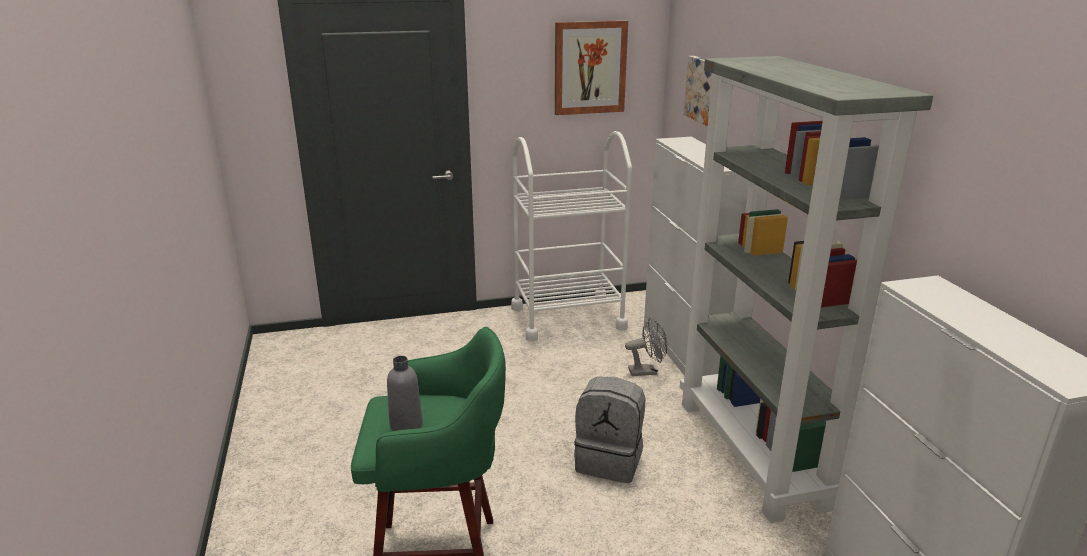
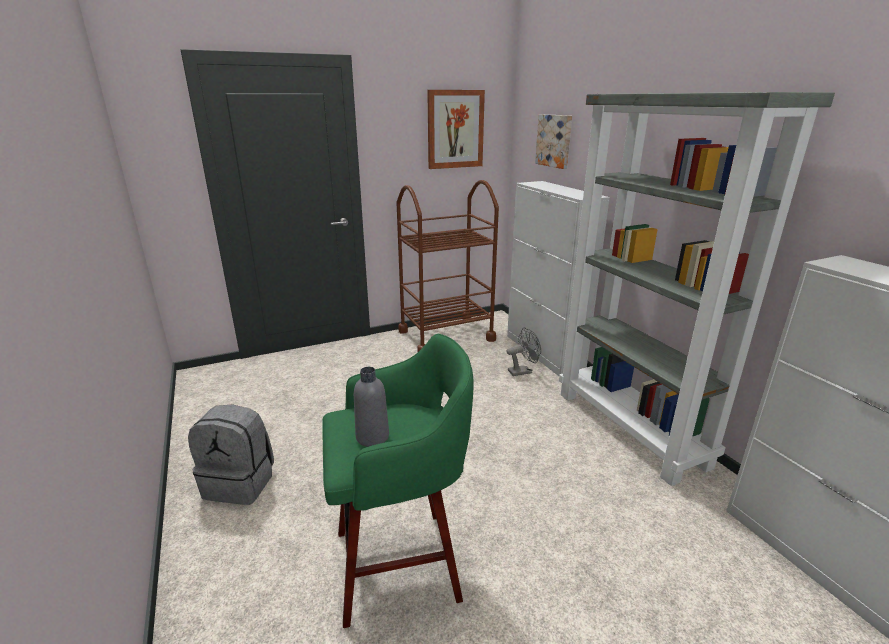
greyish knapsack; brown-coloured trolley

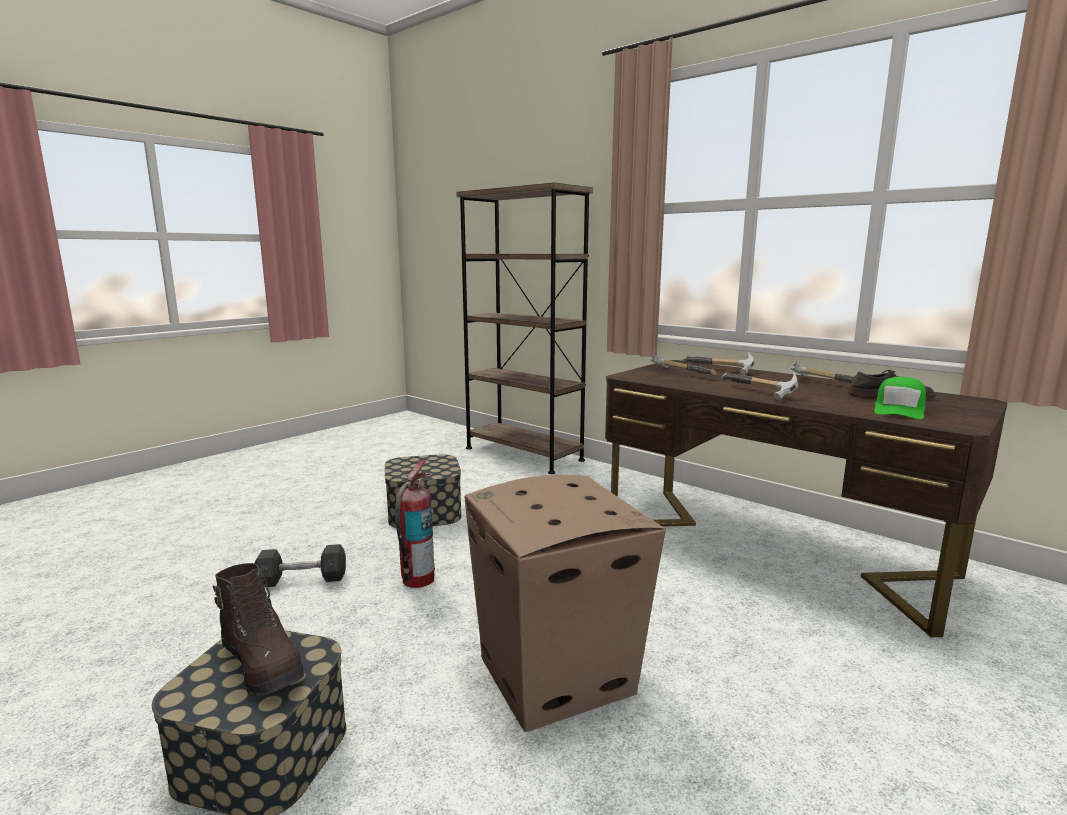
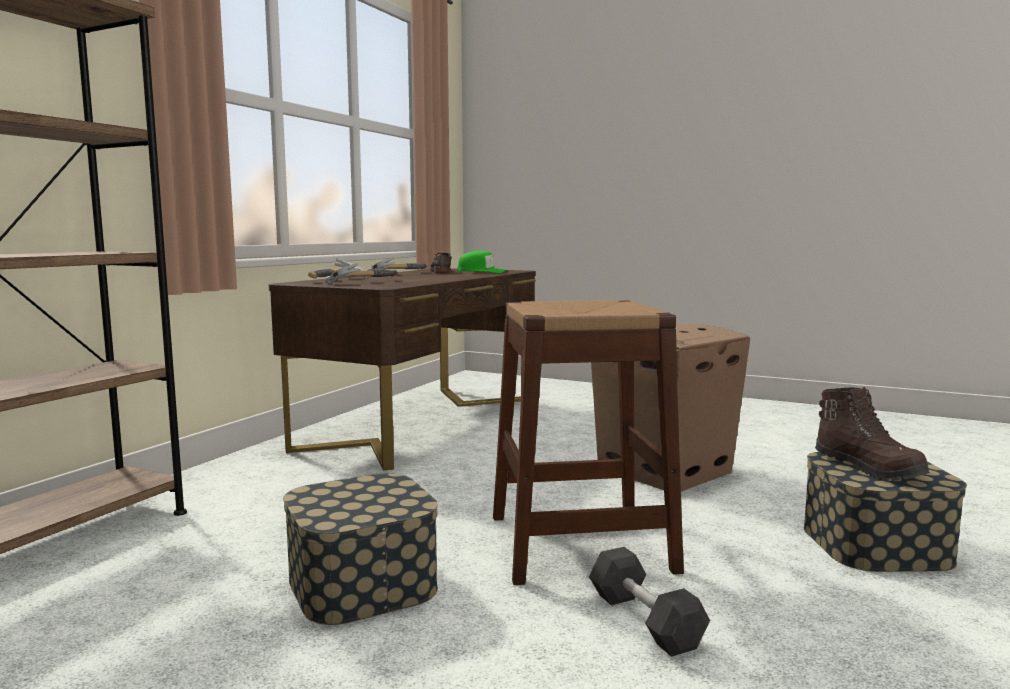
brown-coloured sitting stool; brown-coloured boot; hammer (3rd from left in the first image)

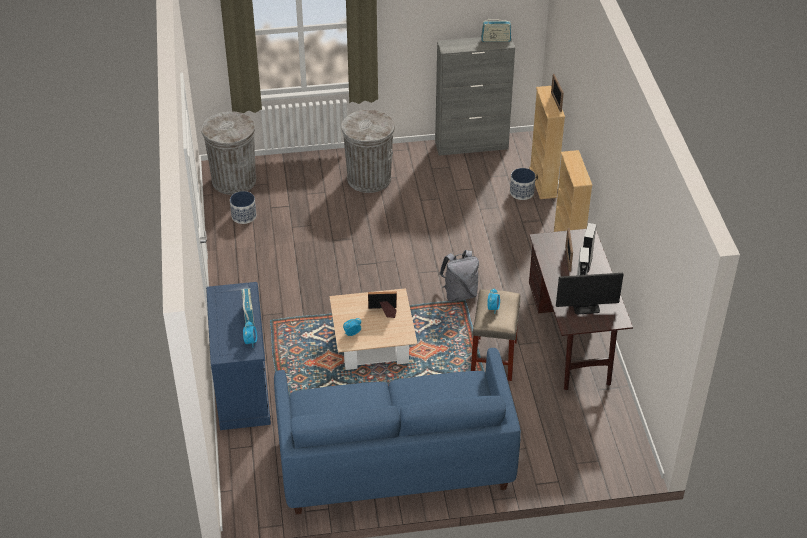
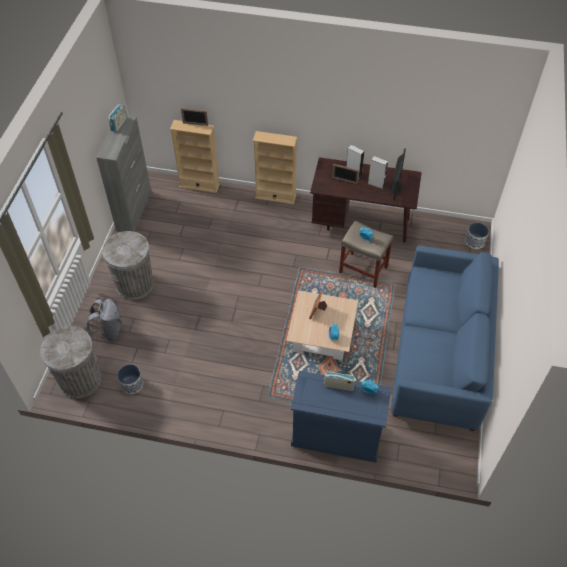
greyish knapsack; plant pot (2nd from left)

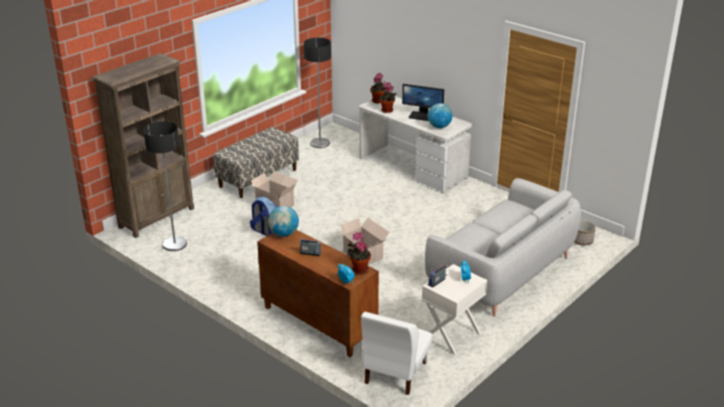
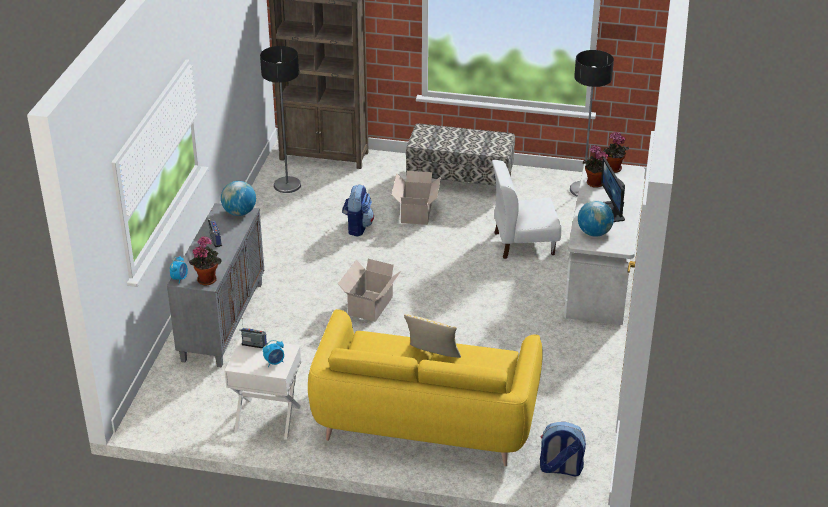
greyish cabinet; yellow sofa; pillow; whitish chair; knapsack (2nd from left)

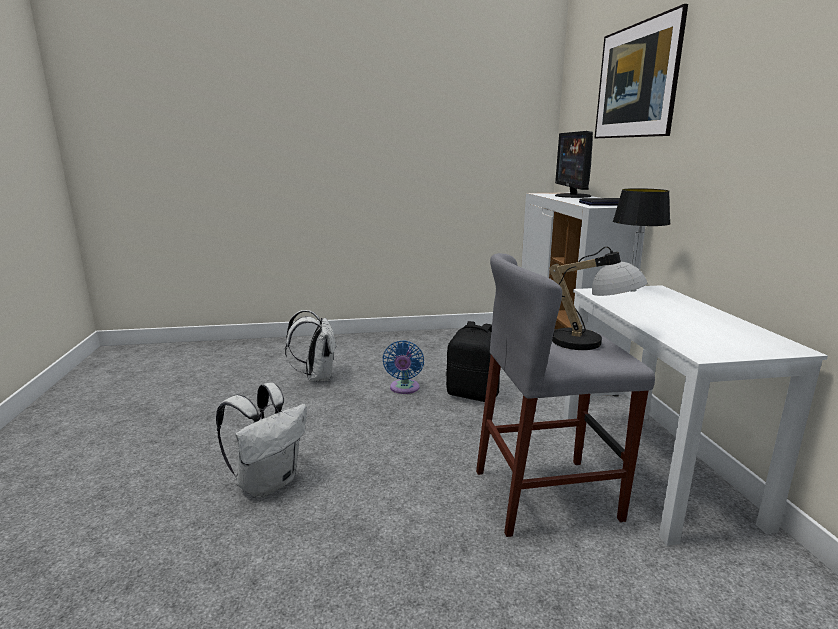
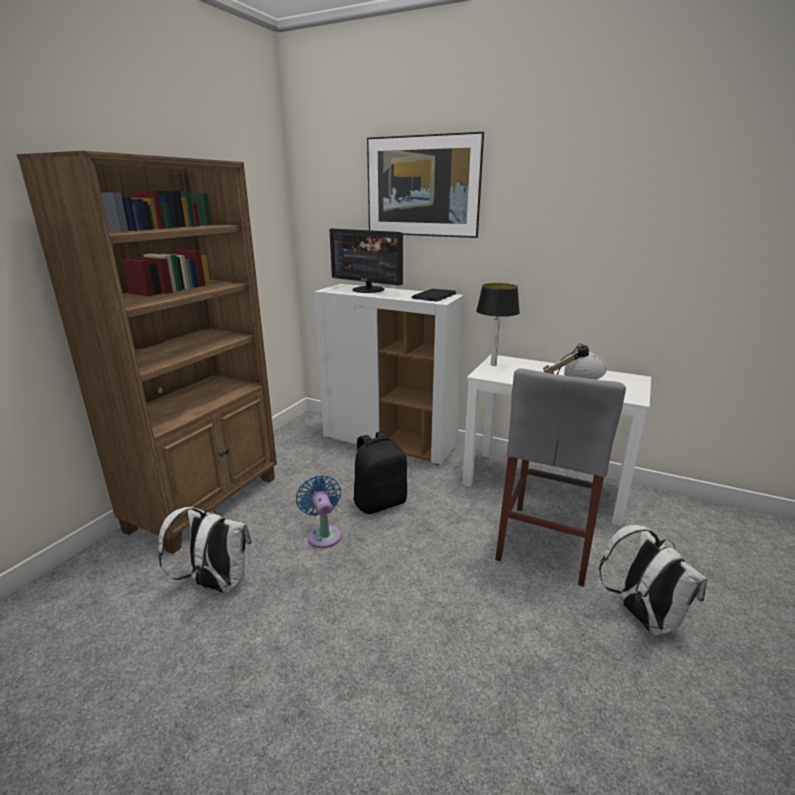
brown-coloured bookcase; bluish fan; whitish knapsack (2nd from left)

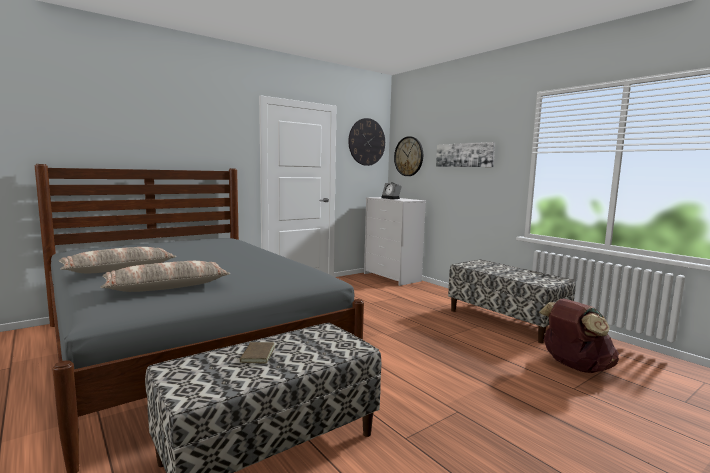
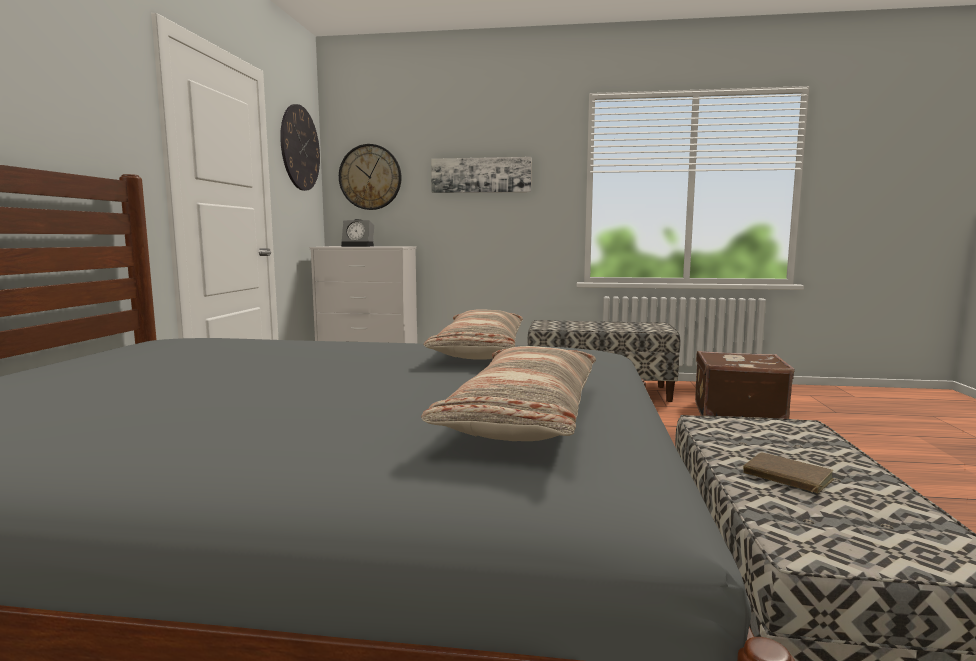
pillow (1st from left); brown-coloured piece of luggage

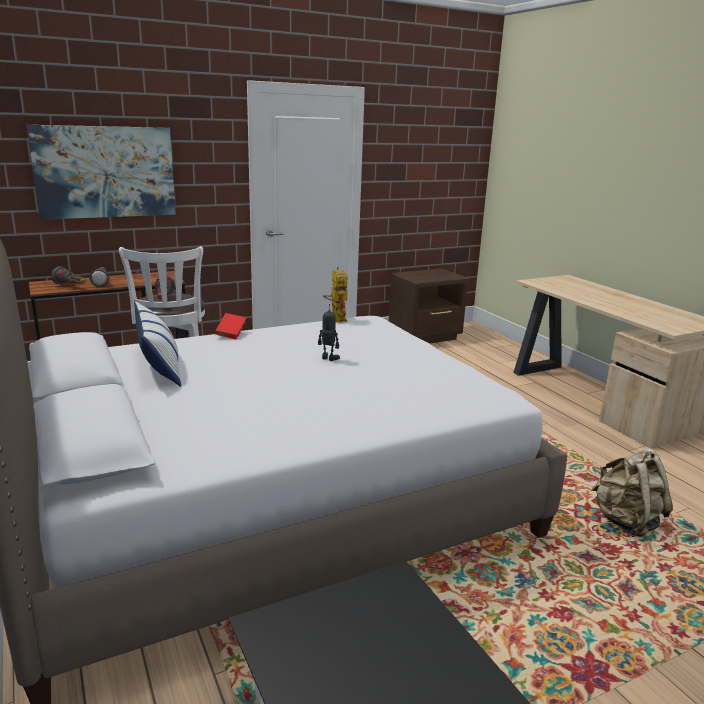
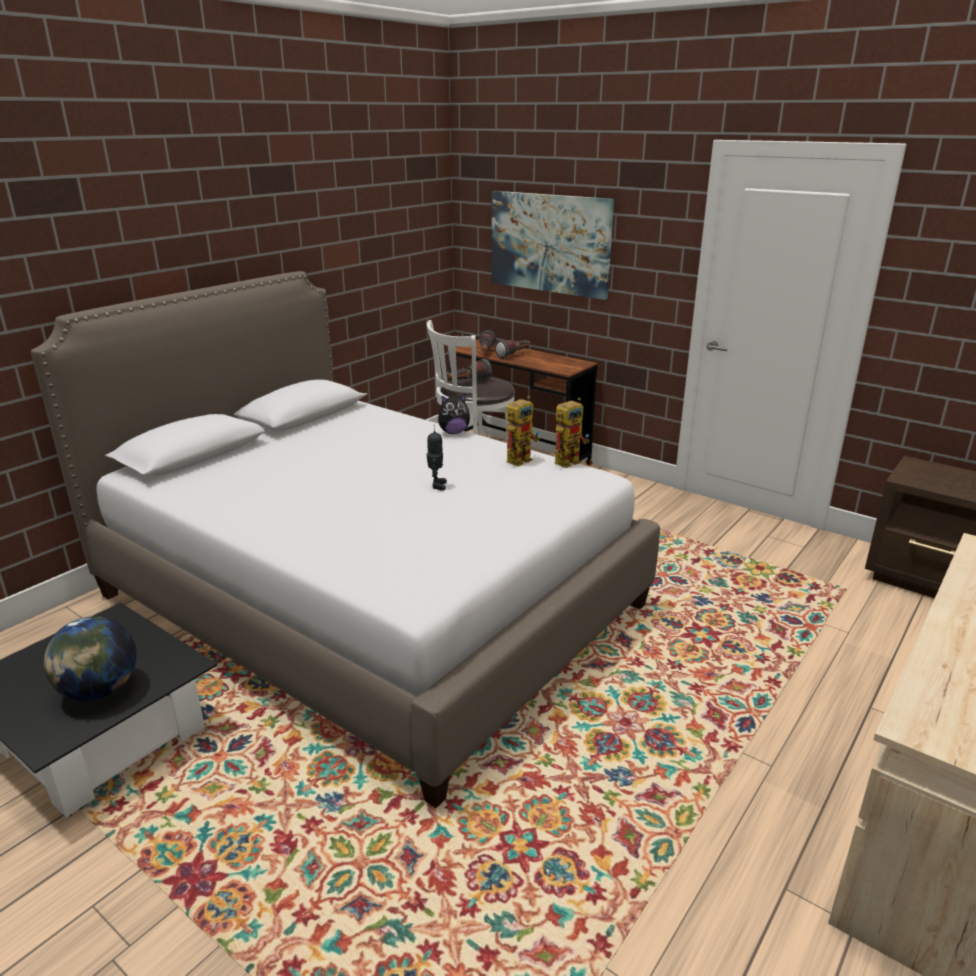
globe; plush toy; model robot (2nd from left); pillow; beige-coloured knapsack

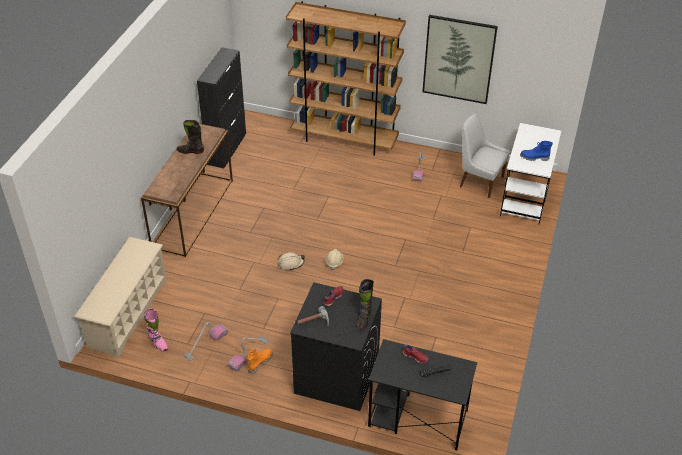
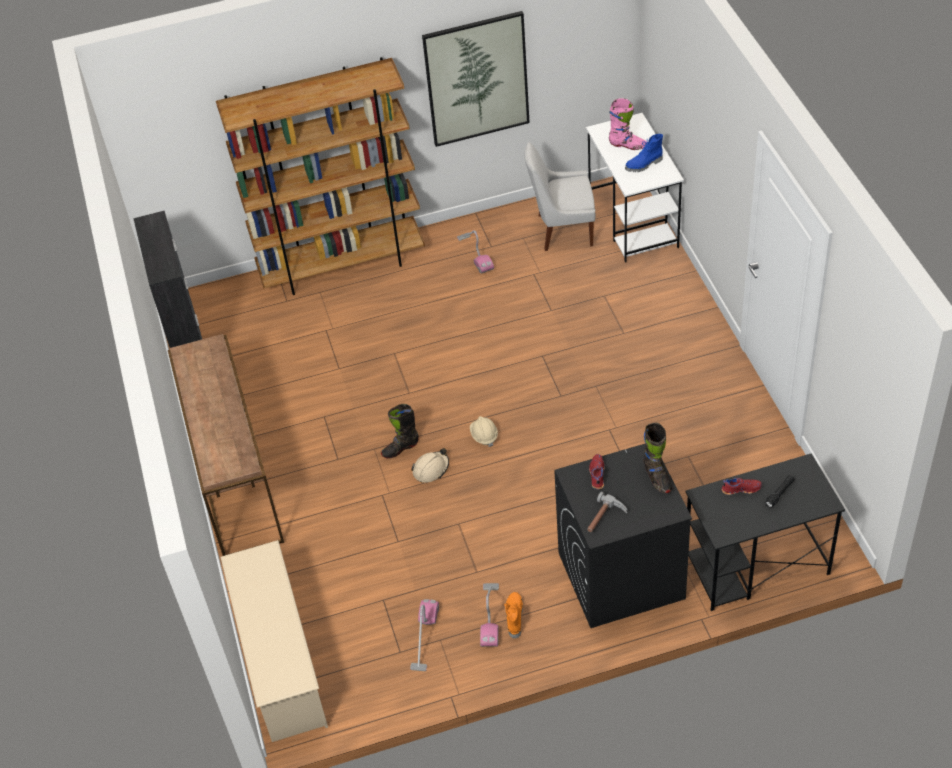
blackish boot (1st from left); pink boot

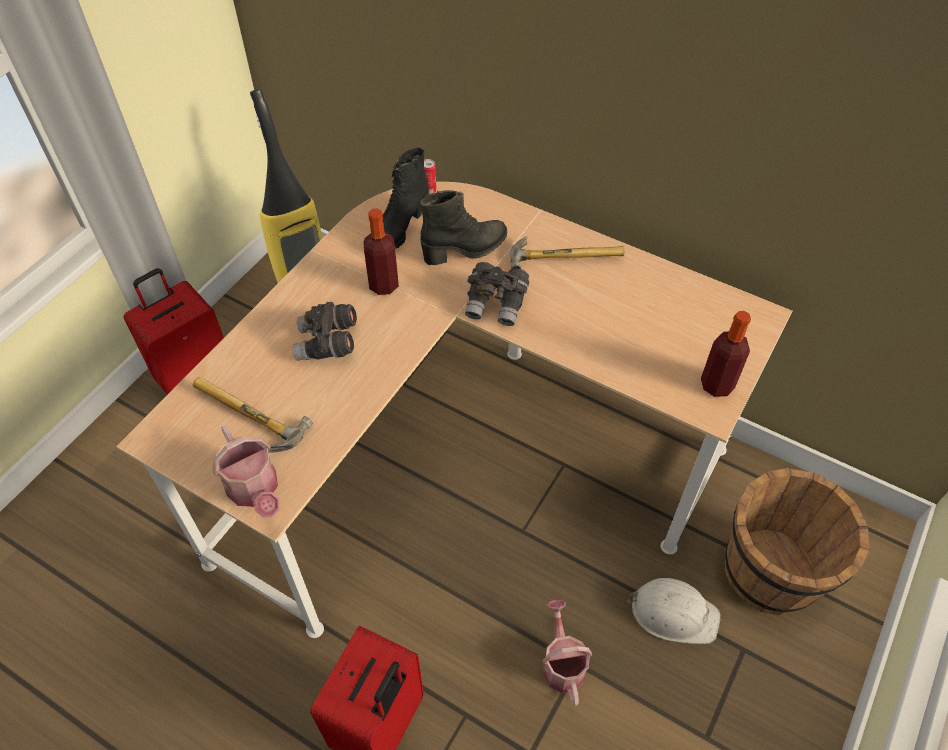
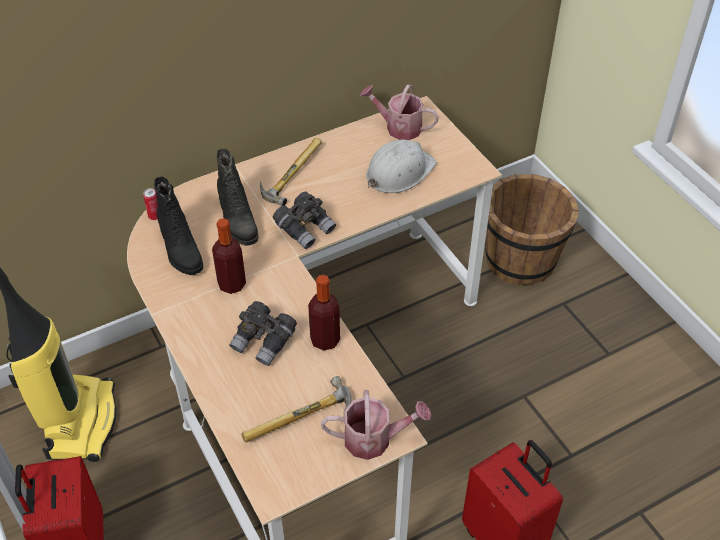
blackish boot (2nd from left); bottle (2nd from left); watering can (2nd from left); whitish hard hat

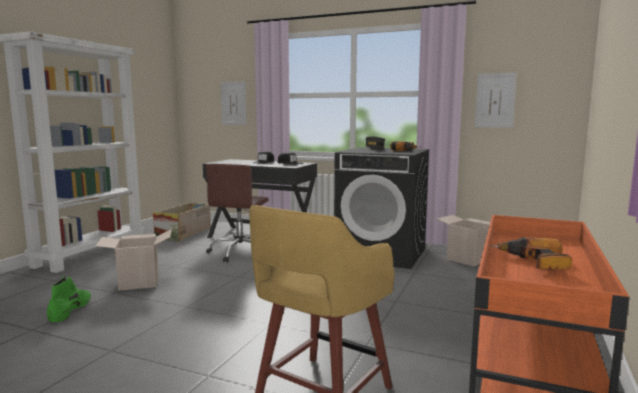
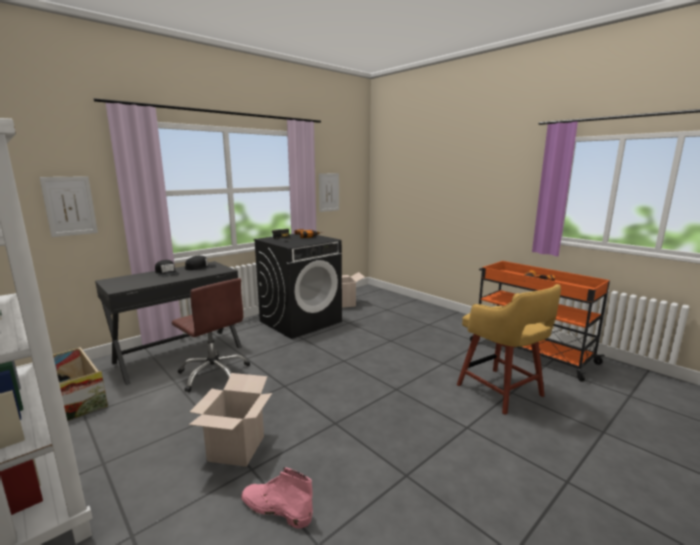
pink boot

